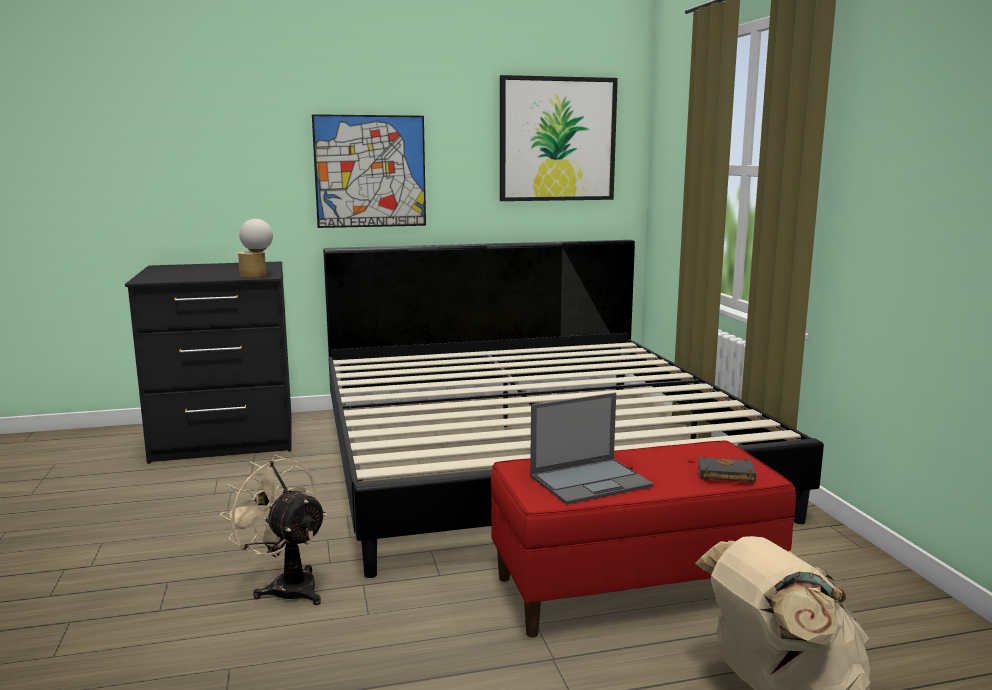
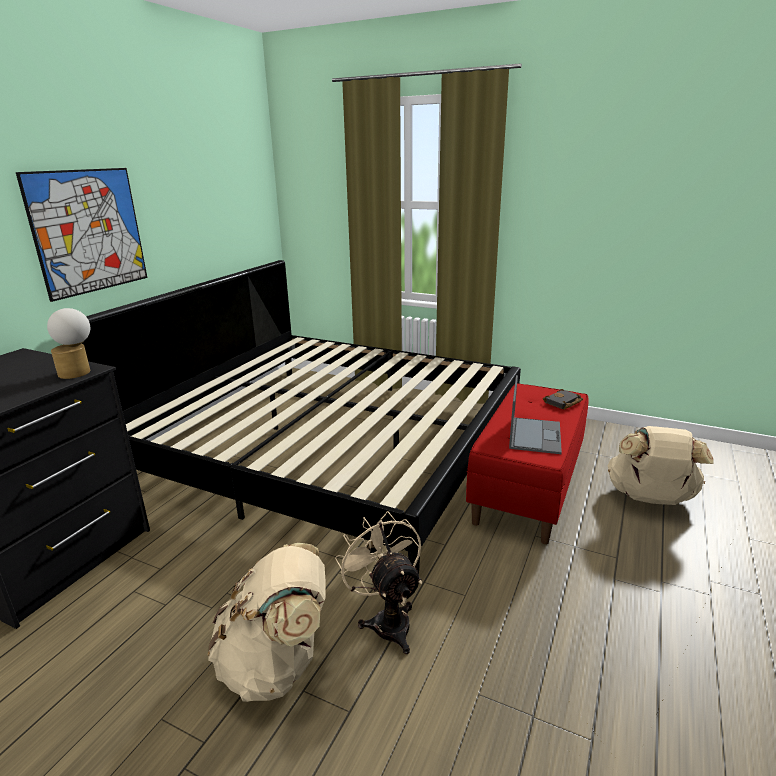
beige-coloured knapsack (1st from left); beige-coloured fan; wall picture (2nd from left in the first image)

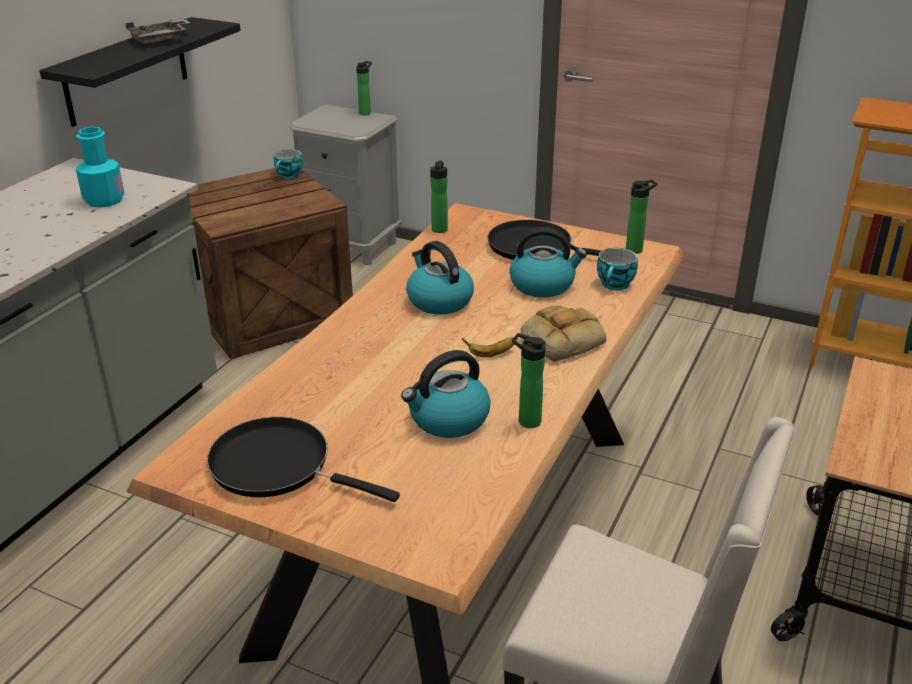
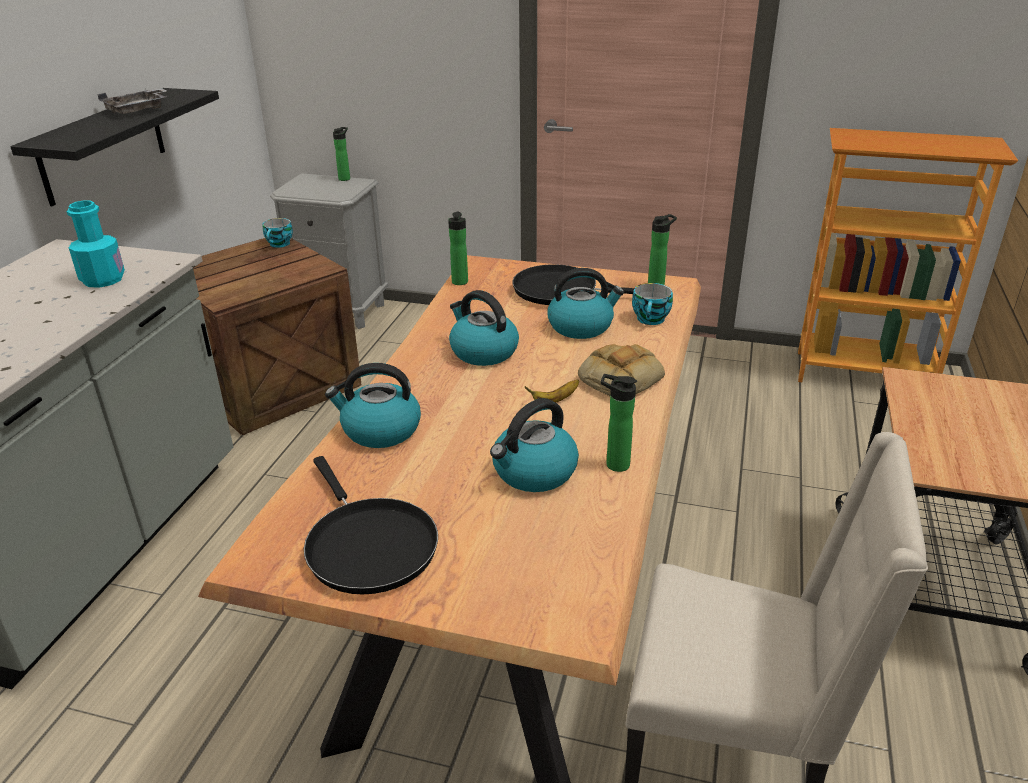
blackish skillet (1st from left); tea kettle (1st from left)

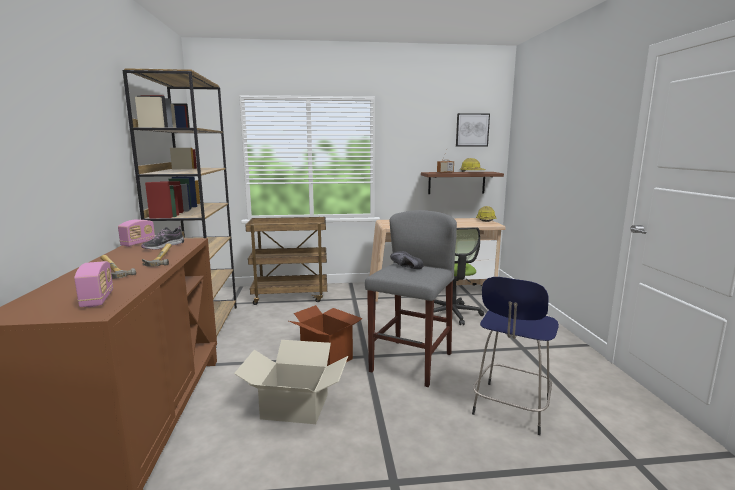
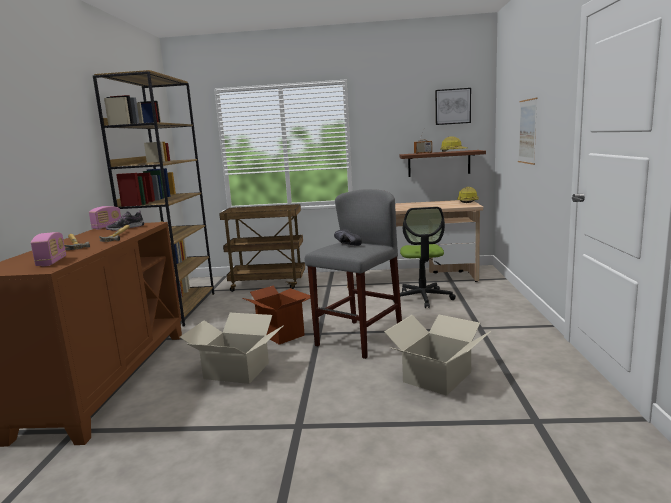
cardboard box (3rd from left); wall picture (2nd from left)

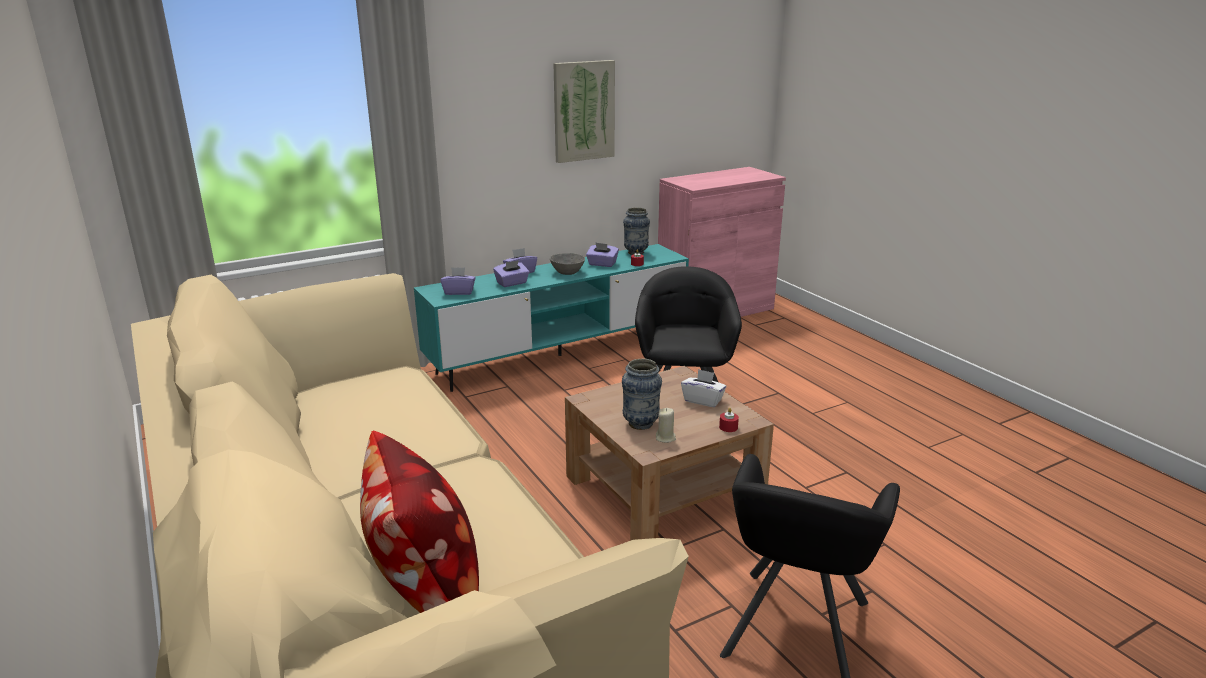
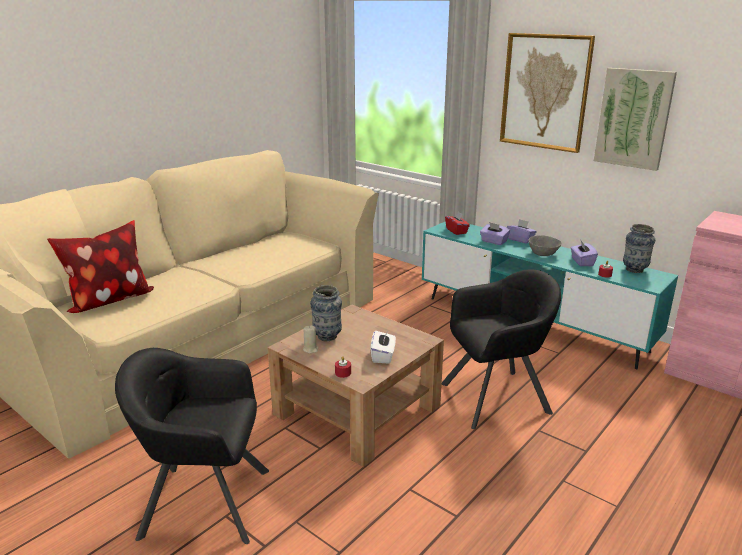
reddish tissue holder; wall picture (1st from left)

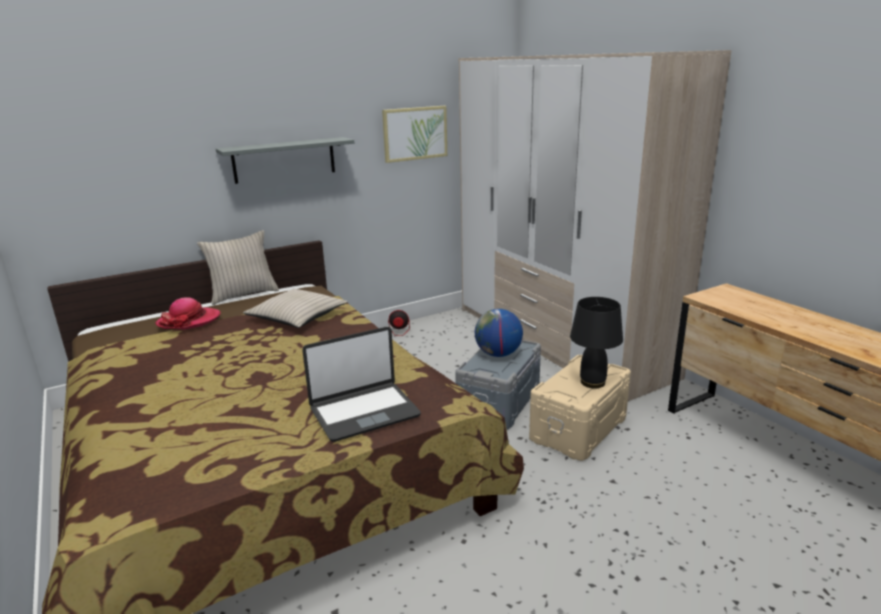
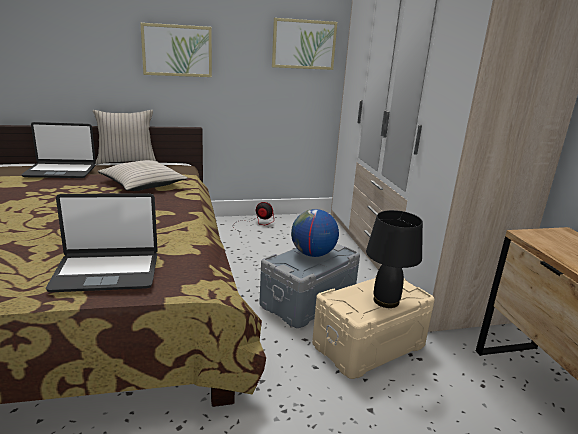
notebook computer (1st from left); wall picture (1st from left)

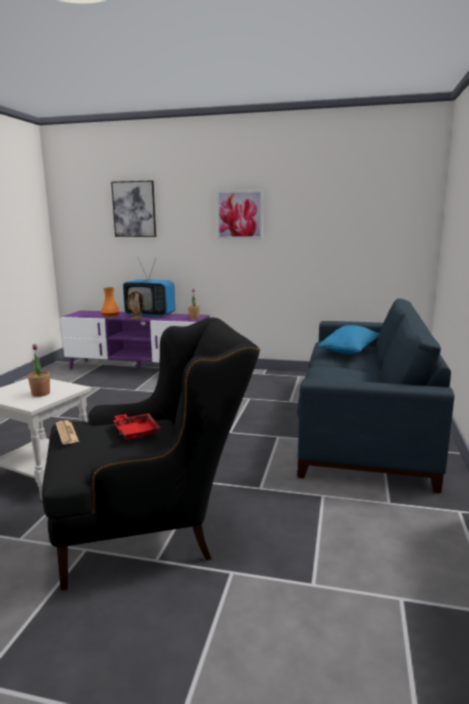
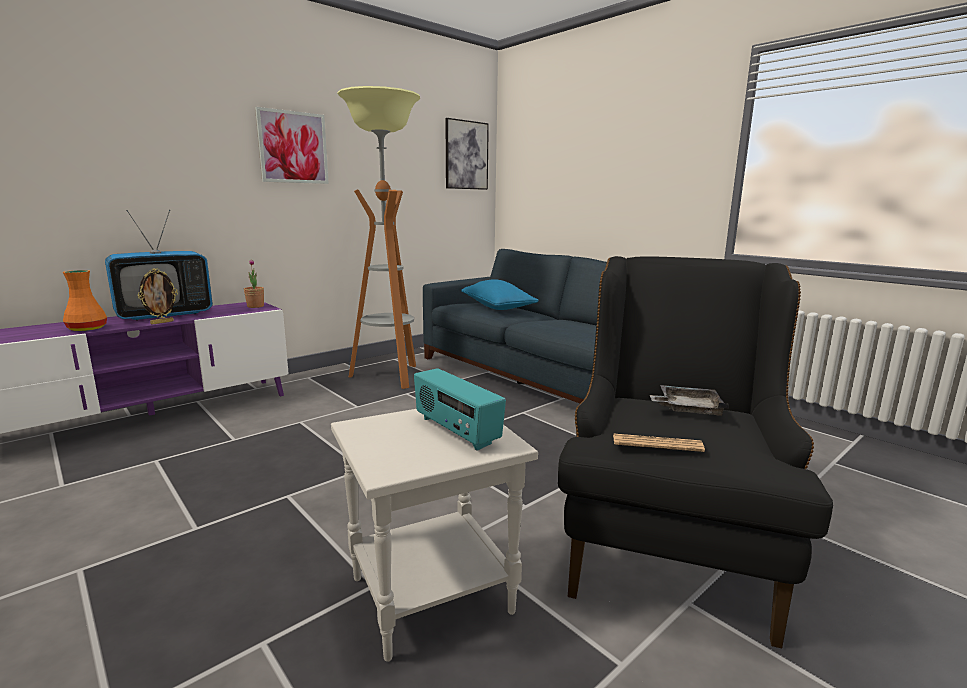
standing lamp; radio; wall picture (2nd from left); greyish carrying tray

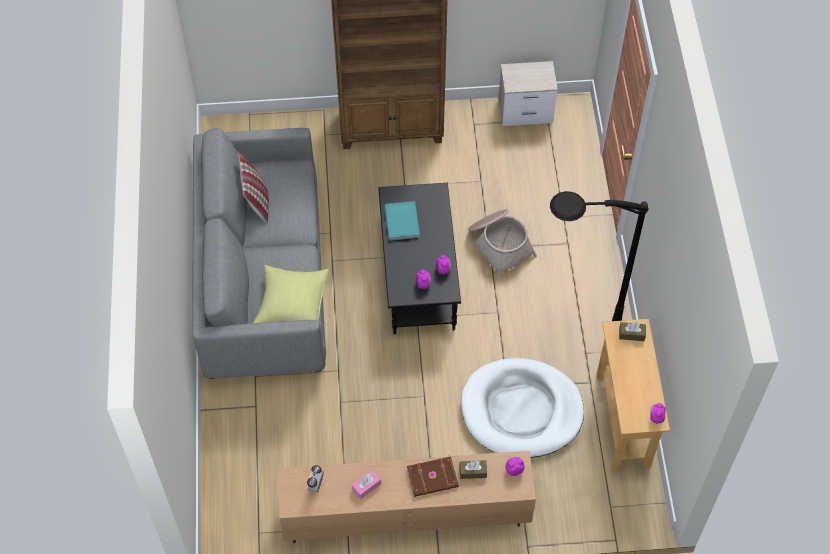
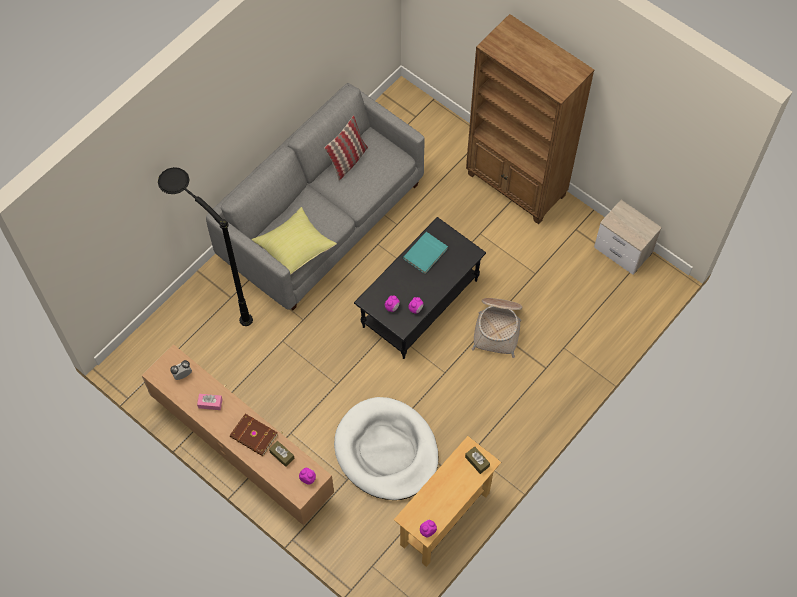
blackish standing lamp

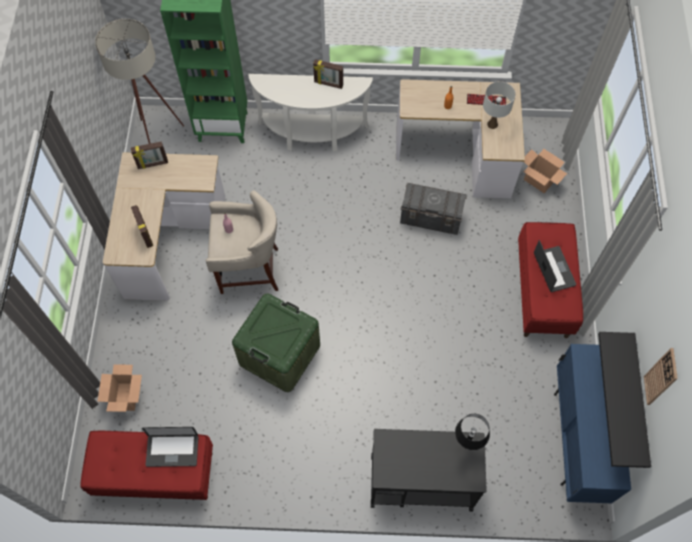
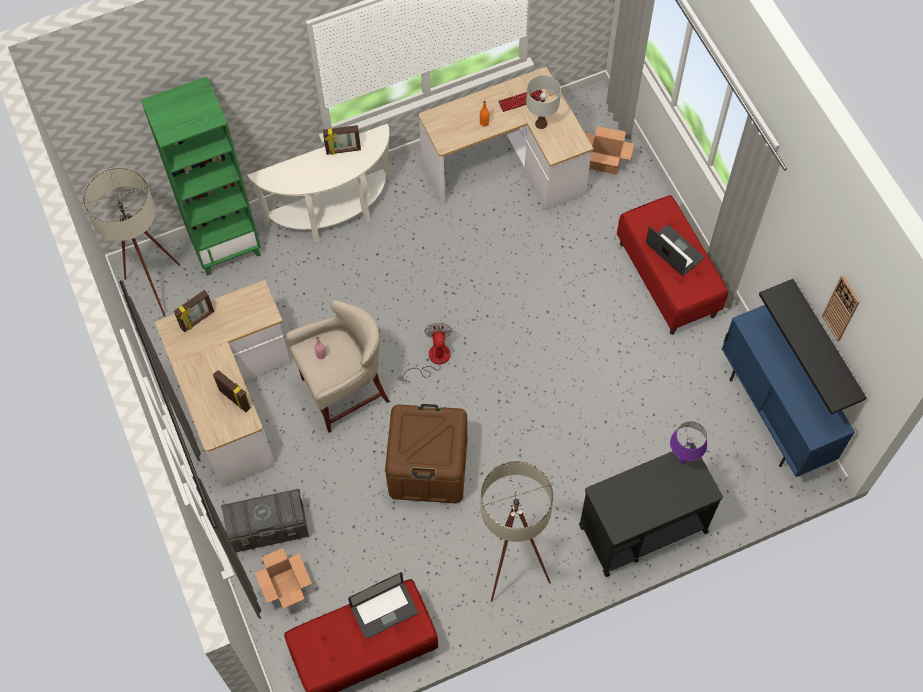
greyish storage bin; brown-coloured storage bin; fan; beige-coloured standing lamp (2nd from left); purple-coloured table lamp

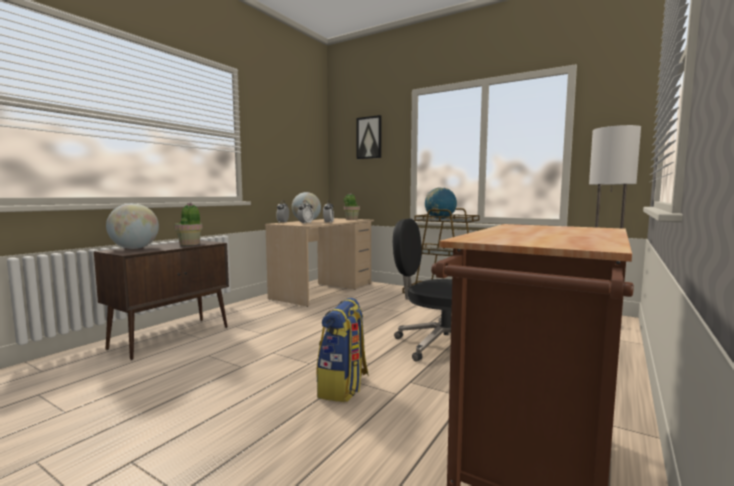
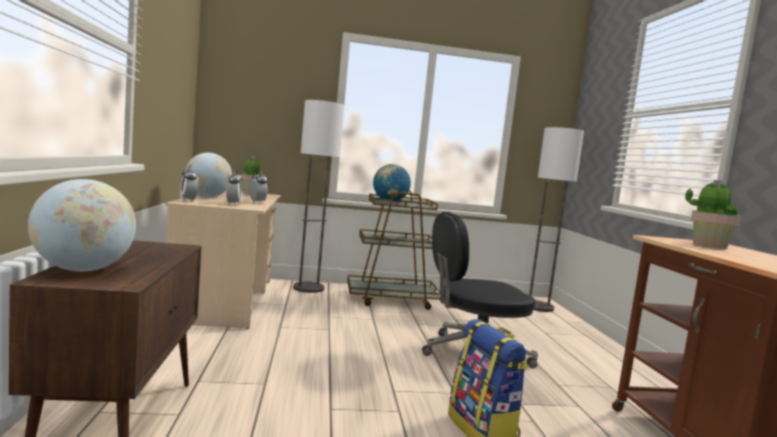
standing lamp (1st from left); plant in a pot (2nd from left); wall picture

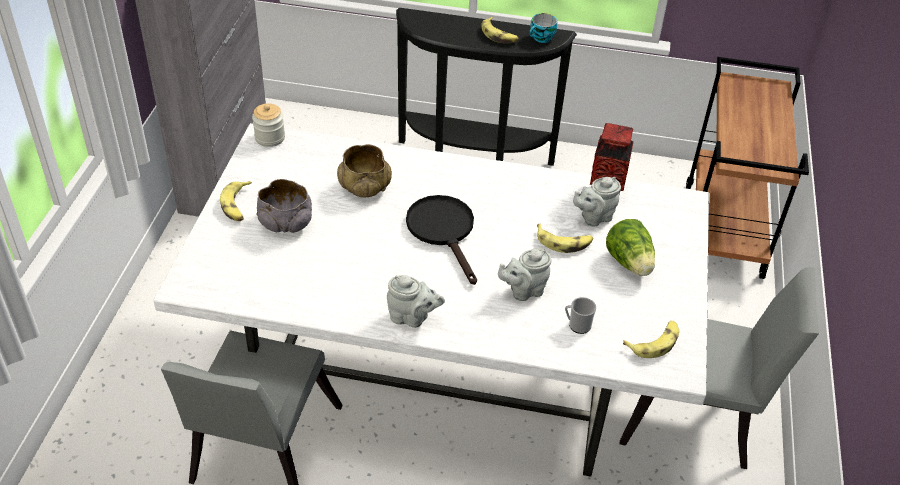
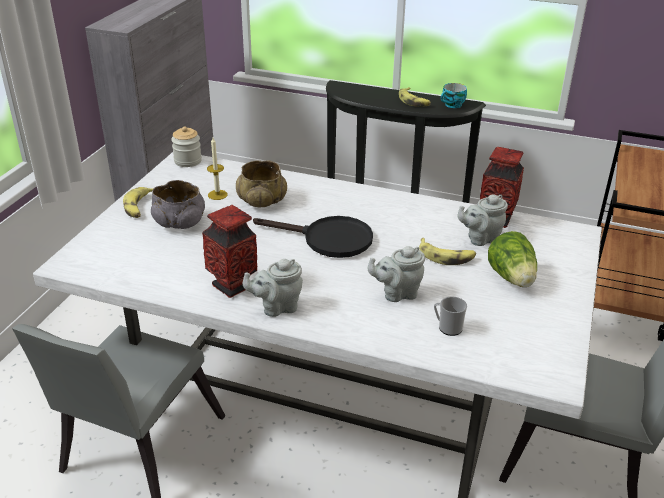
vase (1st from left); wax candle; greyish tea pot (1st from left); blackish skillet; whole banana (4th from left in the first image)

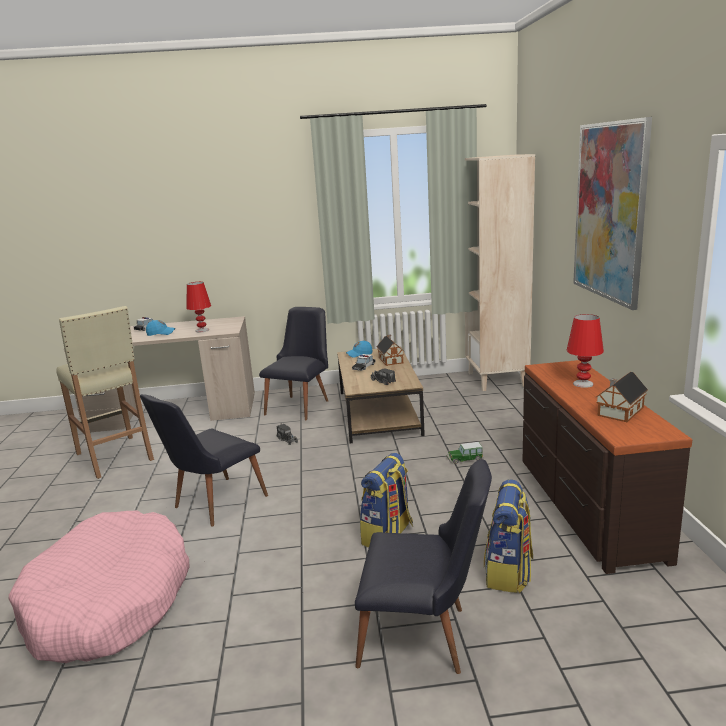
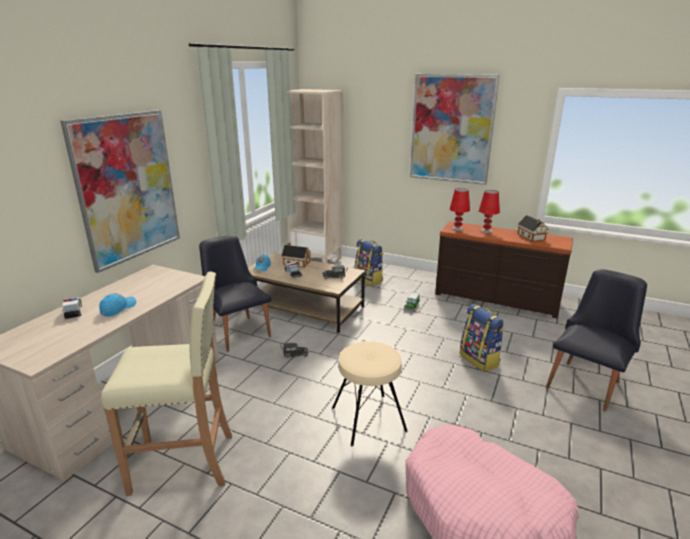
wall picture (1st from left); beige-coloured sitting stool (2nd from left); knapsack (1st from left); reddish table lamp (1st from left)

